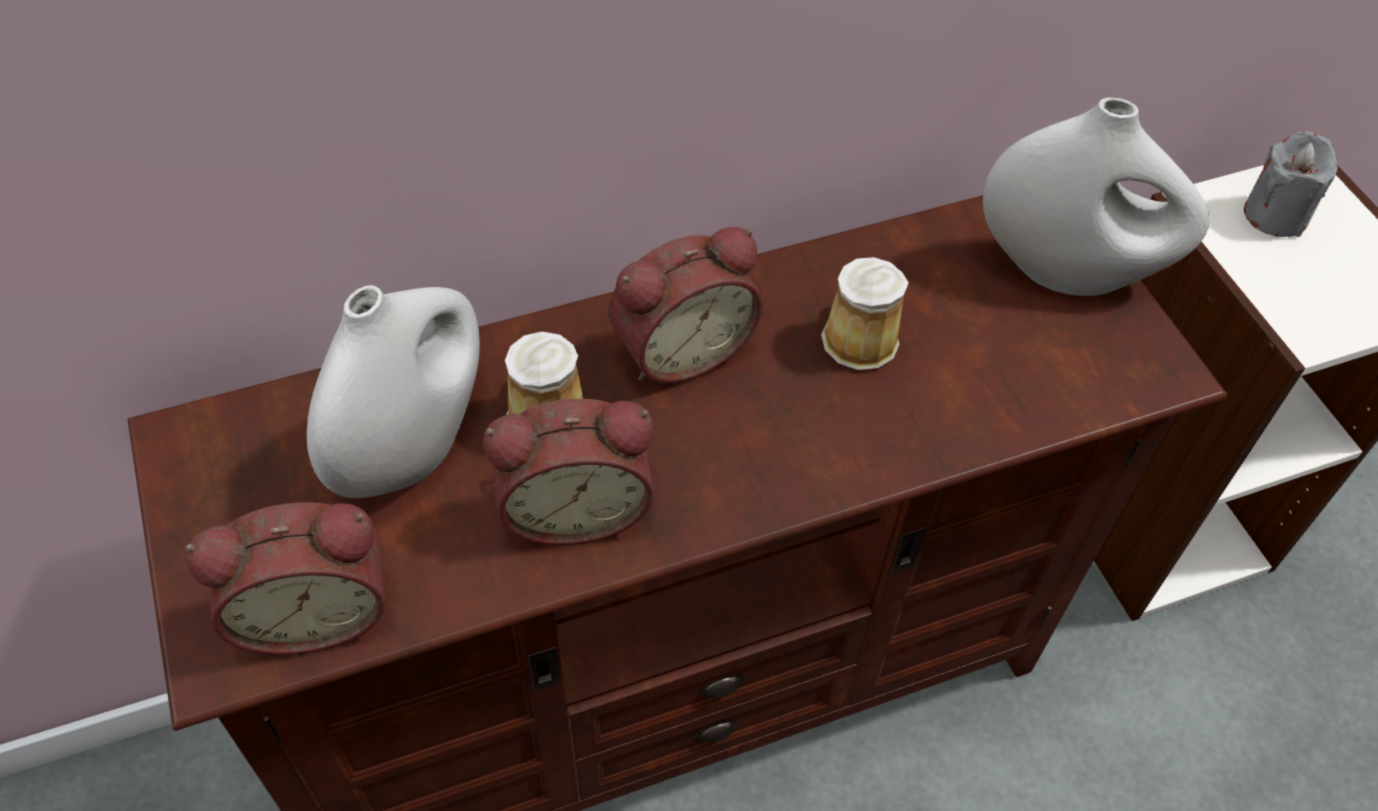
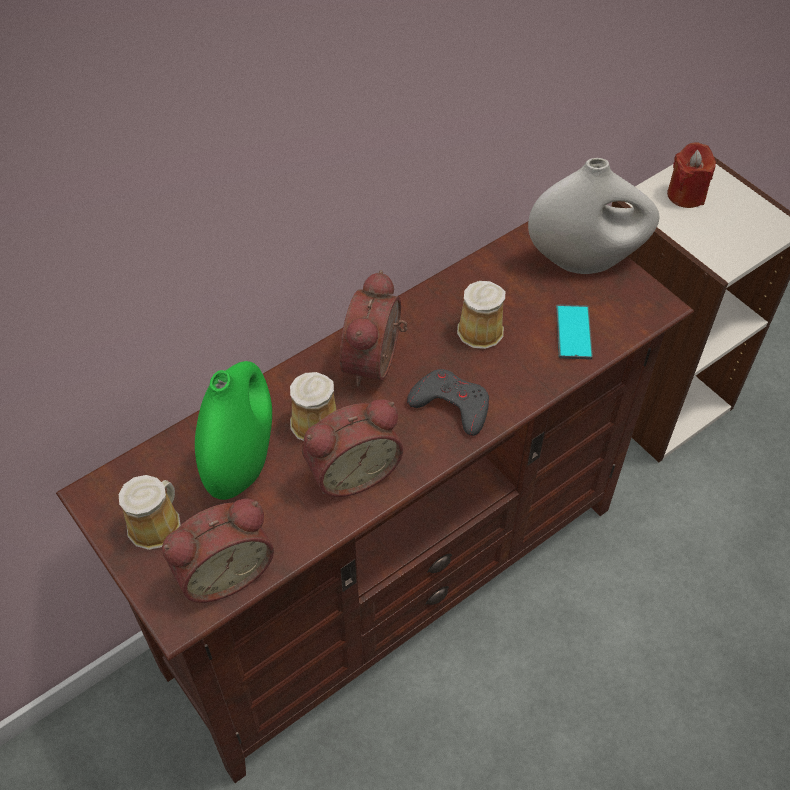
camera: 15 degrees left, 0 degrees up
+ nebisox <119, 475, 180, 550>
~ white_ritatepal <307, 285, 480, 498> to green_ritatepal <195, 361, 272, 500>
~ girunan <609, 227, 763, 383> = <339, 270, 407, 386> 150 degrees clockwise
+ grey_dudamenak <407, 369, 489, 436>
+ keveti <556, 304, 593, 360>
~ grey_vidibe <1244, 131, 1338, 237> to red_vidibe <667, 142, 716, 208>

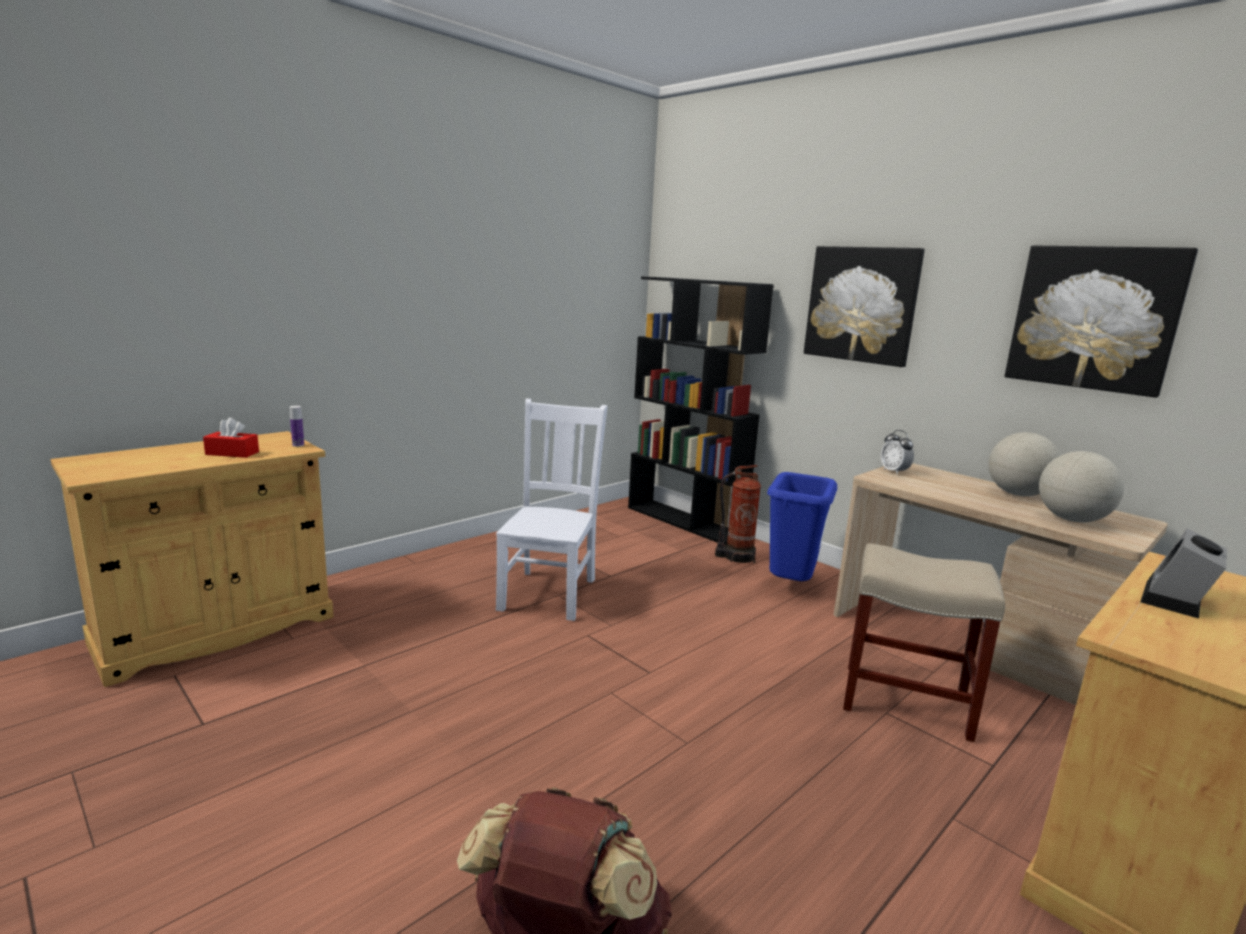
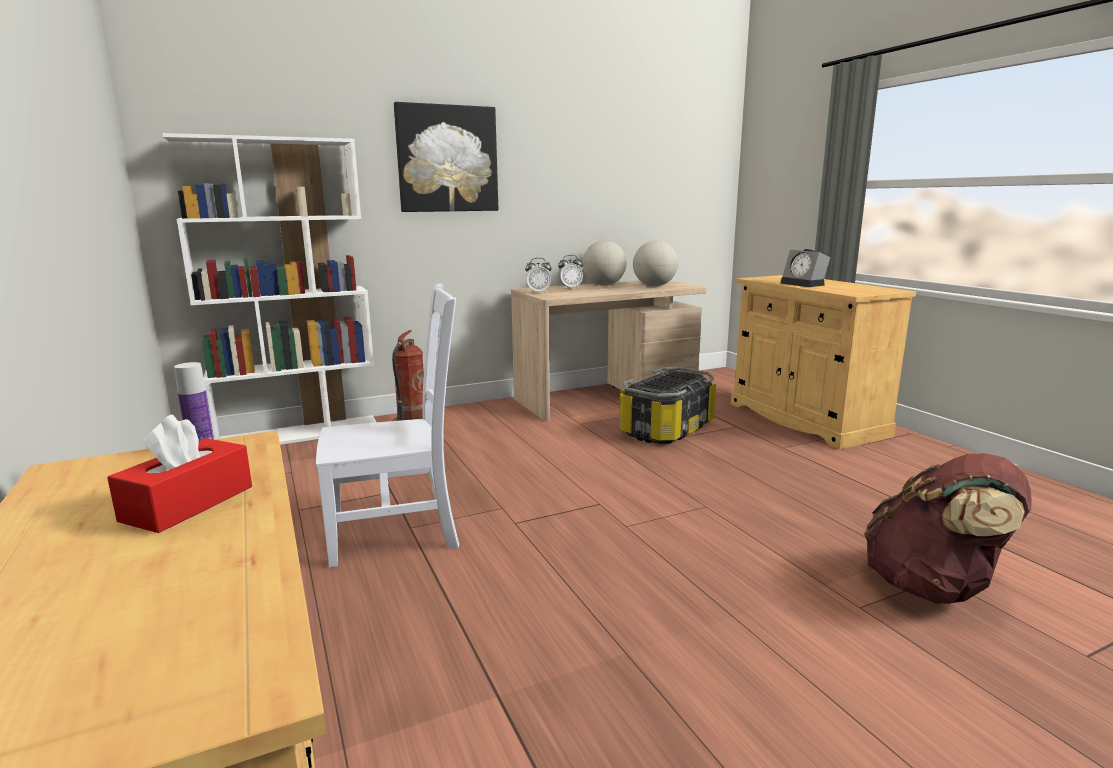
camera: 70 degrees left, 0 degrees up
~ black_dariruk <628, 277, 774, 545> to white_dariruk <162, 133, 376, 445>
~ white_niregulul <496, 399, 608, 621> = <316, 284, 459, 568> 135 degrees clockwise
+ girunan <558, 255, 583, 288>
~ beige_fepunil <843, 543, 1005, 742> to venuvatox <619, 367, 716, 444>
- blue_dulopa <767, 472, 837, 581>
- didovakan <1005, 246, 1198, 398>

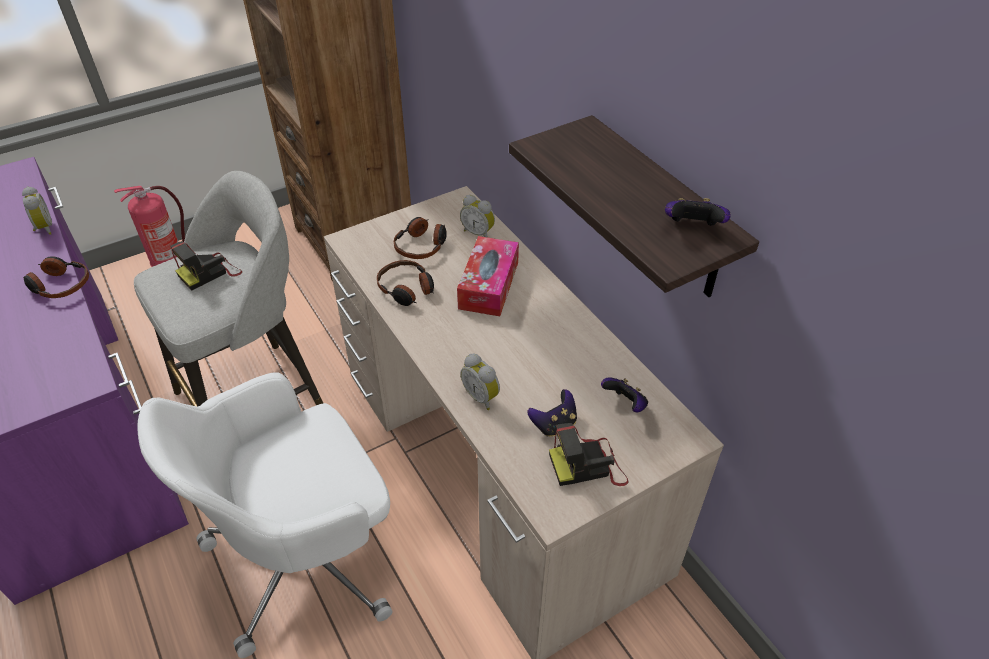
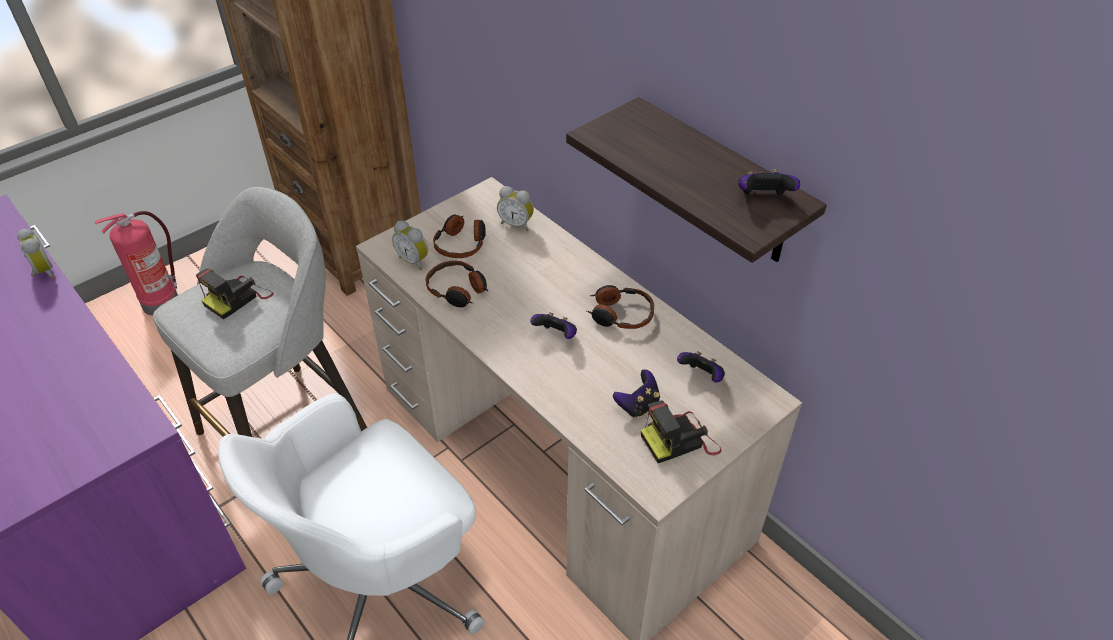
camera: 10 degrees left, 0 degrees up
~ girunan <461, 354, 500, 410> to <392, 221, 428, 270>
+ dudamenak <530, 312, 577, 339>
~ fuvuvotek <23, 256, 89, 298> to <587, 285, 654, 329>
- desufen <457, 236, 519, 316>

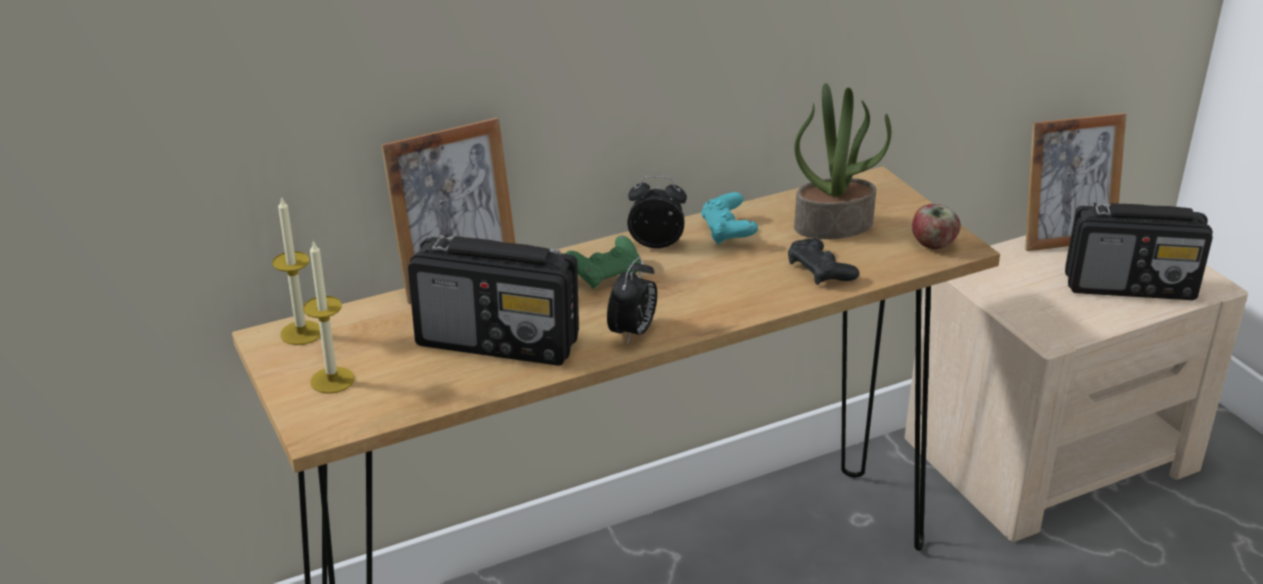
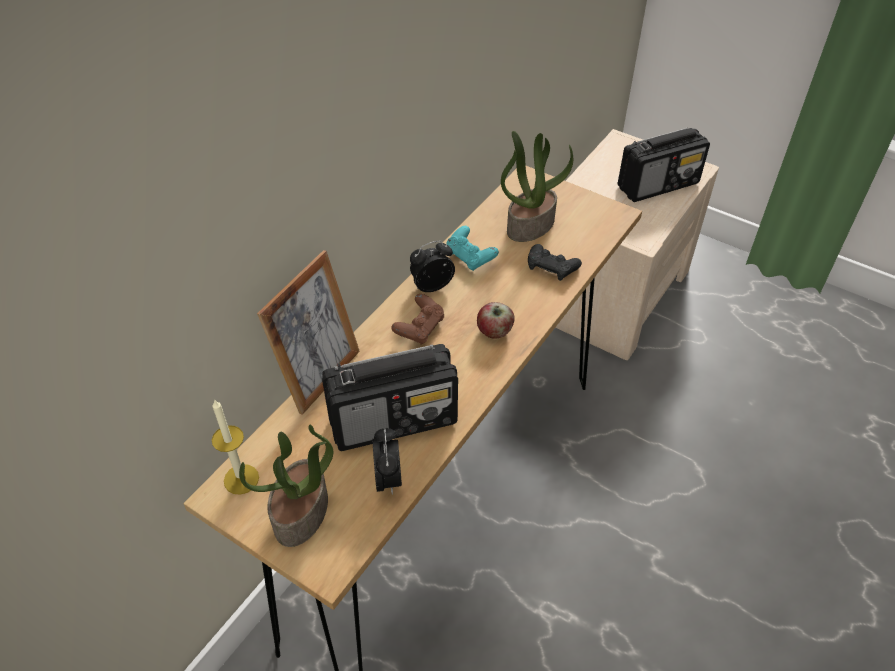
camera: 30 degrees left, 15 degrees up
~ vidibe <303, 240, 354, 394> to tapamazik <239, 425, 333, 547>
~ girunan <607, 257, 657, 345> to <373, 428, 402, 495>
~ green_dudamenak <565, 235, 640, 289> to brown_dudamenak <391, 294, 444, 344>
~ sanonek <912, 204, 961, 249> to <477, 302, 515, 339>
- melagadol <1025, 113, 1126, 251>

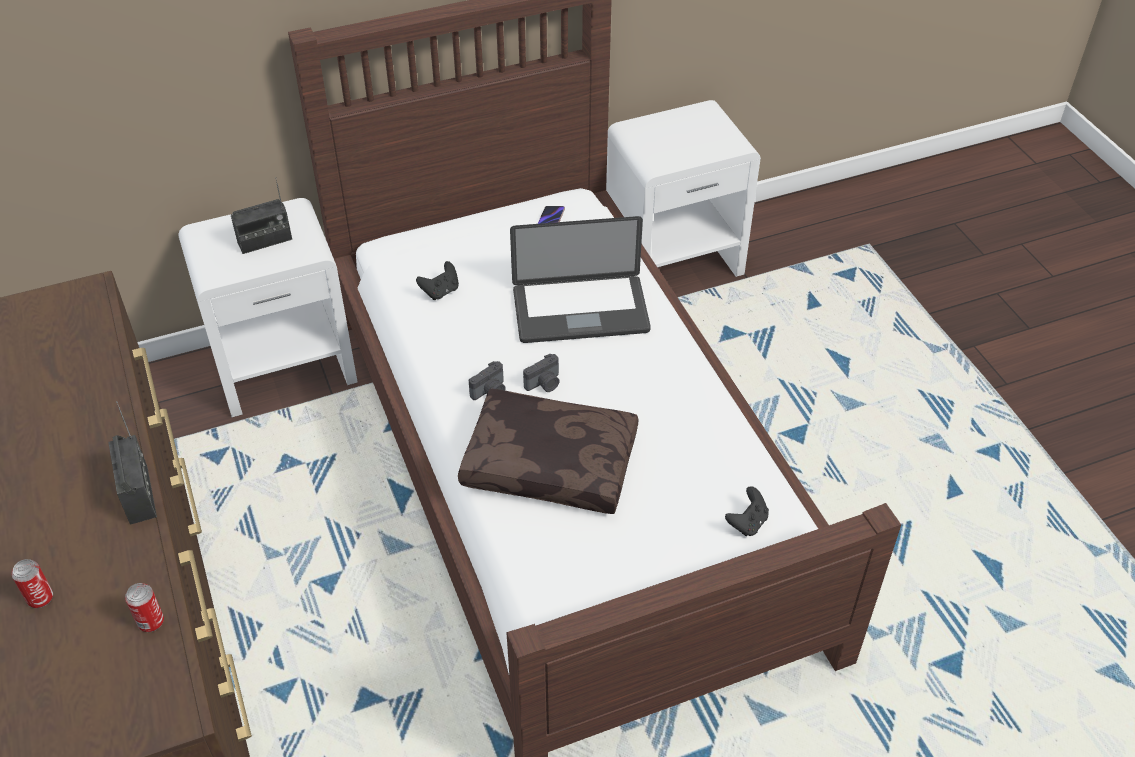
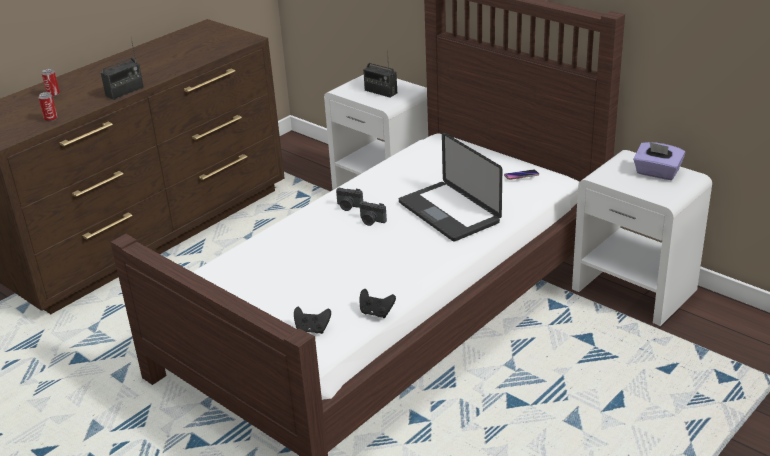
camera: 65 degrees right, 15 degrees down
~ black_dudamenak <416, 261, 459, 300> to <360, 289, 396, 318>
+ purple_desufen <633, 142, 685, 180>
- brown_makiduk <458, 389, 639, 514>

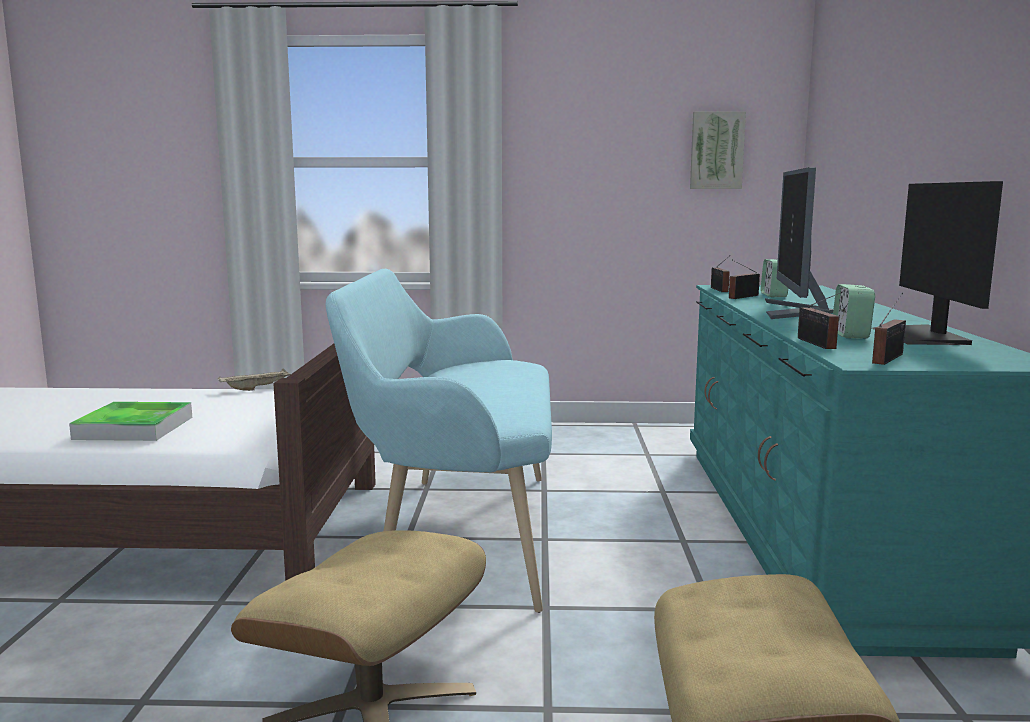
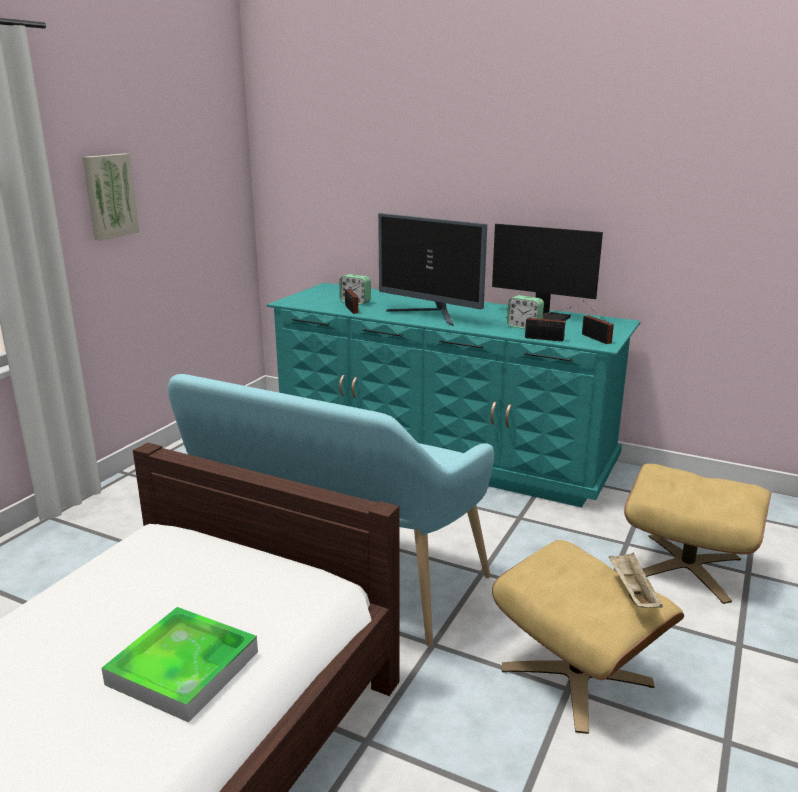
camera: 65 degrees left, 10 degrees up
~ didovakan <690, 111, 746, 189> to <82, 154, 139, 240>
~ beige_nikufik <218, 368, 291, 391> to <609, 552, 663, 608>
- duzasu <711, 258, 730, 292>

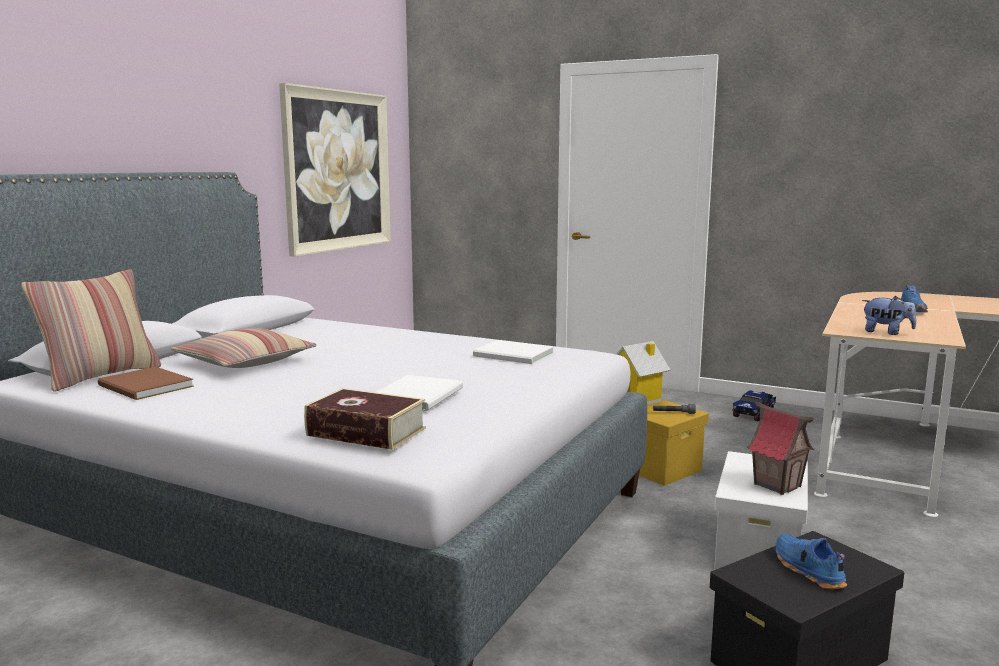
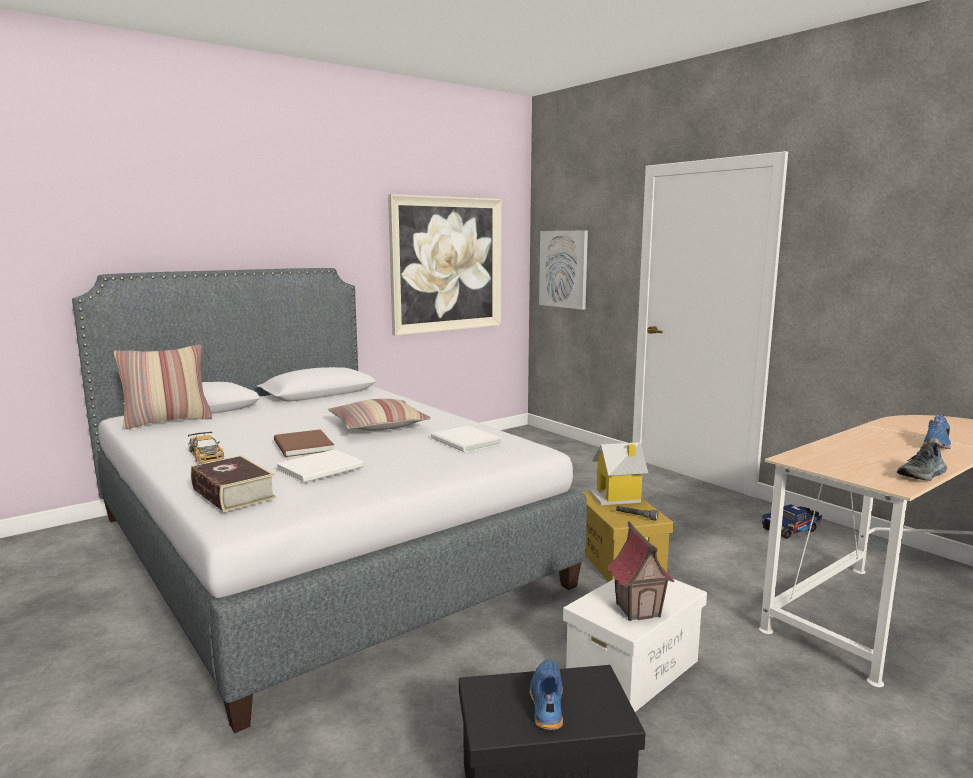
camera: 25 degrees right, 0 degrees up
+ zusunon <188, 431, 224, 462>
~ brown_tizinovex <98, 367, 194, 400> to <274, 429, 334, 457>
~ makiduk <171, 328, 317, 368> to <328, 399, 431, 431>
+ didovakan <539, 231, 588, 310>
+ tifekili <897, 443, 947, 481>
- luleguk <862, 296, 916, 335>

